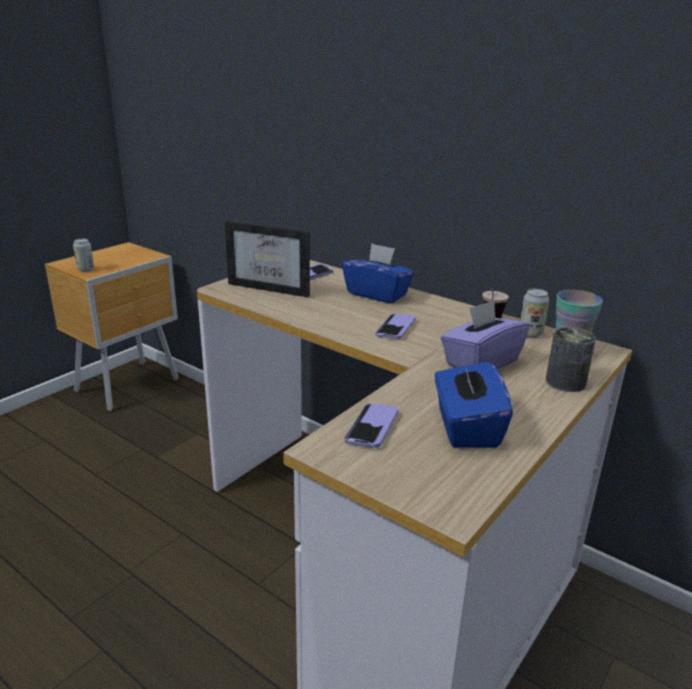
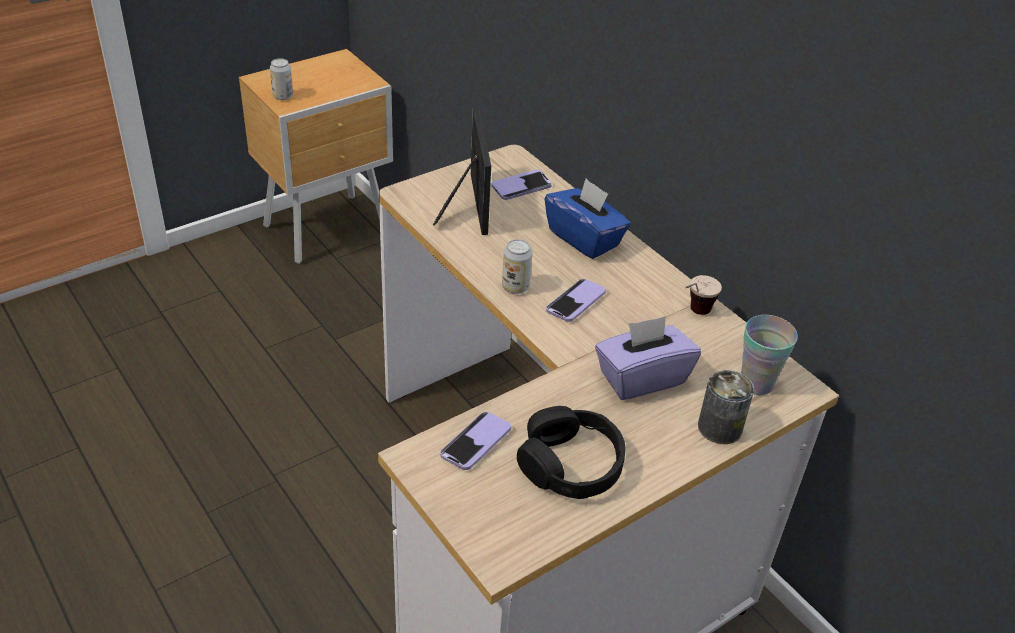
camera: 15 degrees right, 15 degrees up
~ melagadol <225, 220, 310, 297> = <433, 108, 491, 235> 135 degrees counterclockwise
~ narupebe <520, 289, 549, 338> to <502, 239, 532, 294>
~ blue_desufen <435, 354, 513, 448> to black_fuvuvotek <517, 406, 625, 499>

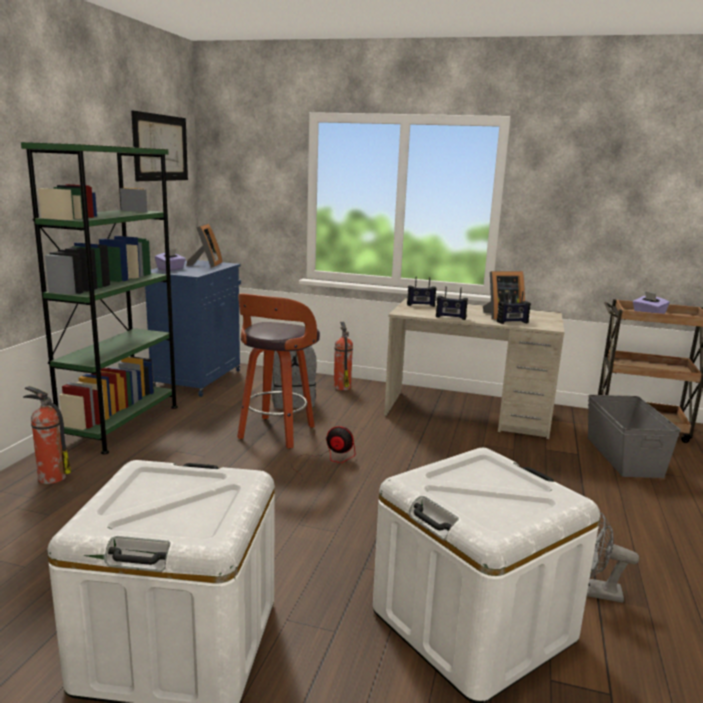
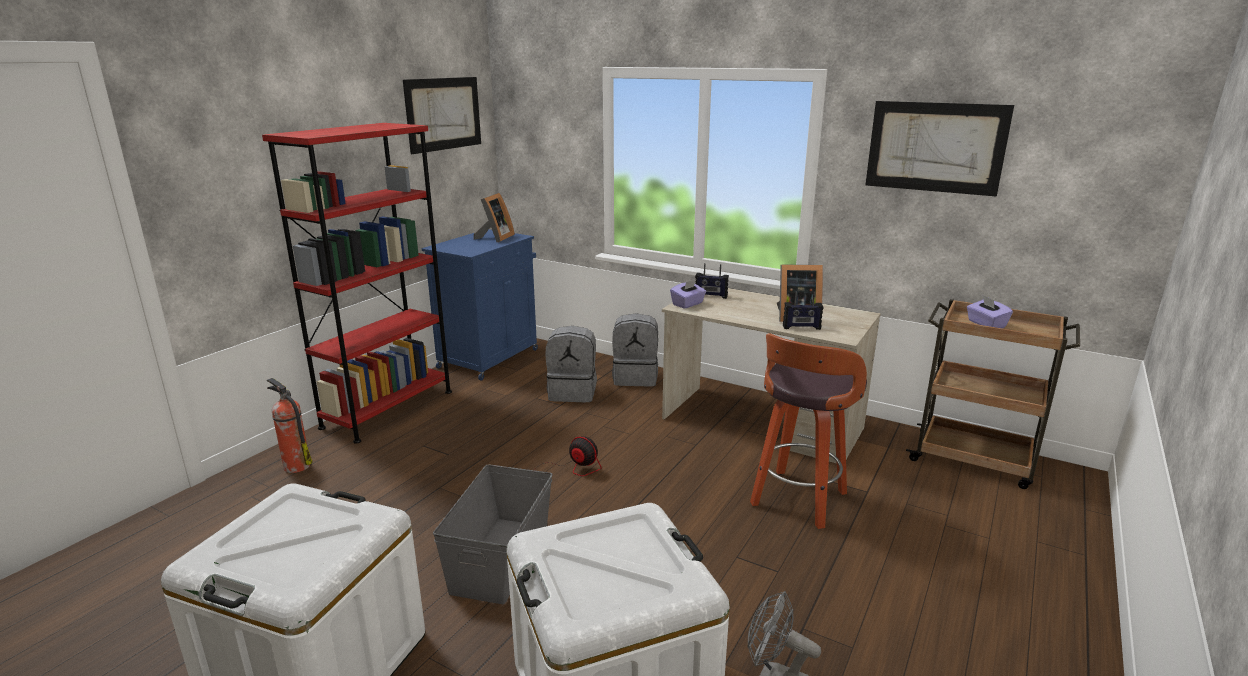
camera: 15 degrees right, 5 degrees up
~ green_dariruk <21, 142, 178, 454> to red_dariruk <262, 123, 452, 444>
~ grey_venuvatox <588, 395, 681, 478> to <433, 464, 553, 604>
~ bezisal <334, 322, 353, 391> to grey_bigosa <612, 313, 658, 386>
~ purple_desufen <155, 249, 186, 271> to <670, 279, 706, 309>
~ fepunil <237, 293, 320, 449> to <750, 333, 867, 529>
+ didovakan <865, 101, 1014, 197>
- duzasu <436, 286, 468, 320>

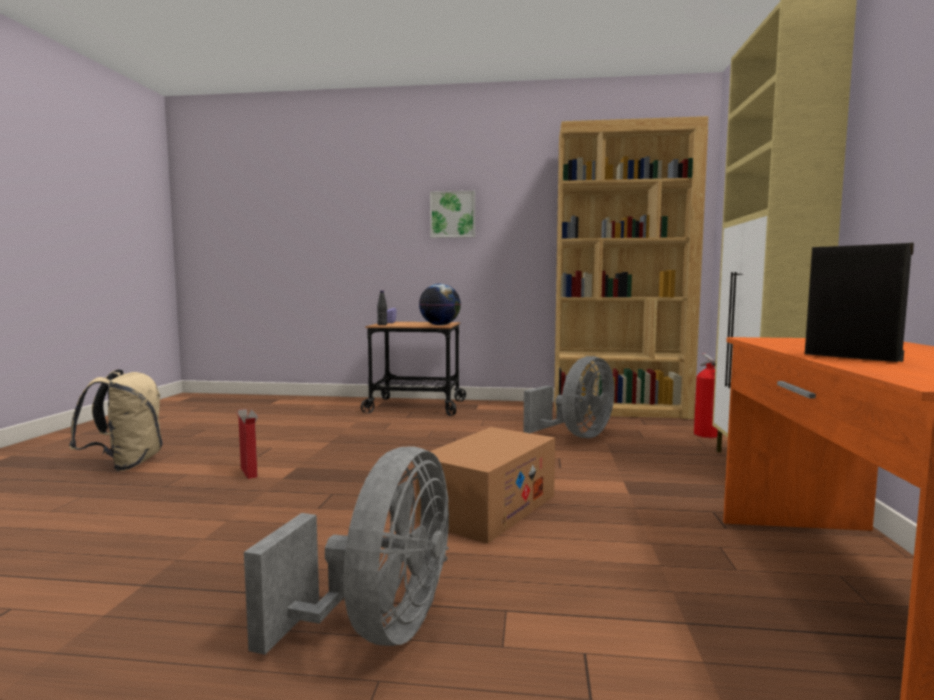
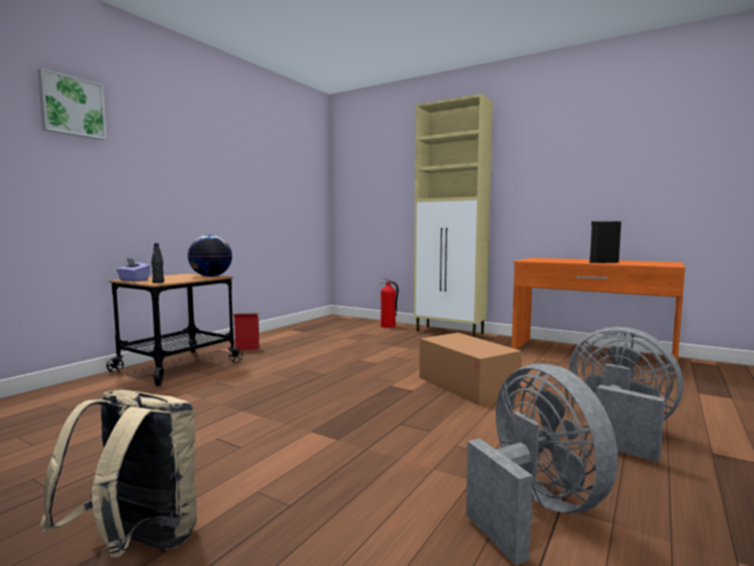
camera: 65 degrees left, 0 degrees up
~ didovakan <430, 191, 475, 238> to <38, 68, 107, 140>
~ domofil <235, 409, 259, 479> to <232, 312, 261, 350>
~ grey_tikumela <523, 356, 615, 438> to <466, 364, 618, 565>
- brown_dariruk <554, 116, 708, 419>

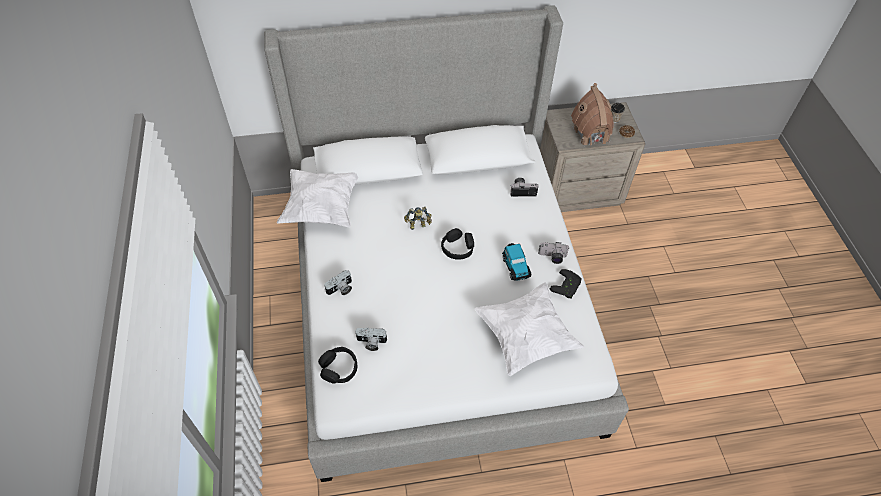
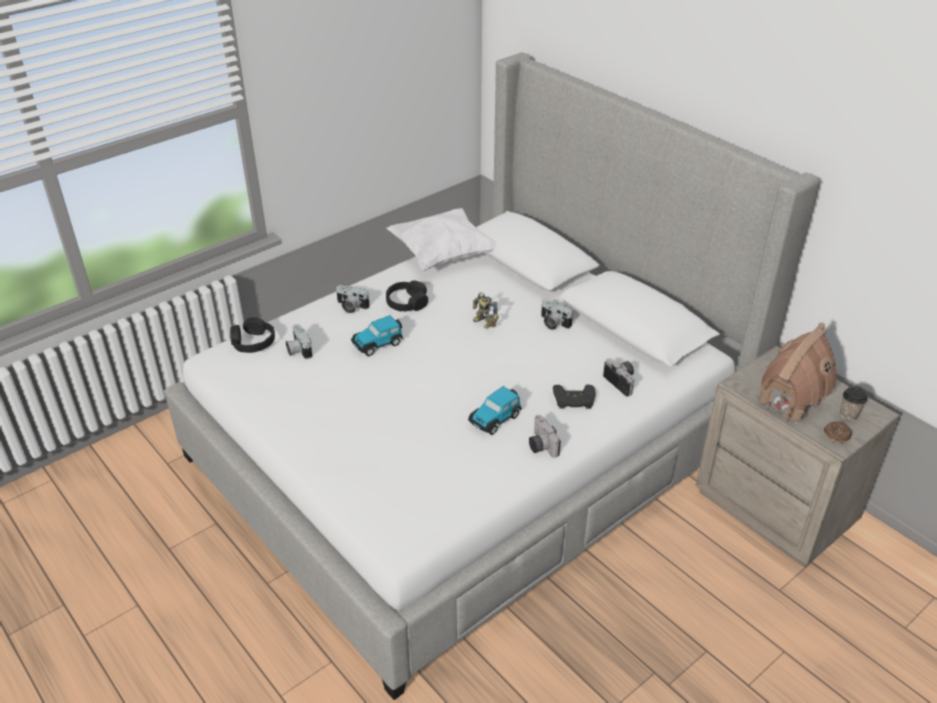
camera: 60 degrees right, 15 degrees down
+ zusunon <351, 315, 403, 356>
~ black_fuvuvotek <441, 228, 474, 260> to <386, 280, 428, 312>
+ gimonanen <541, 299, 573, 330>
~ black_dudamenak <550, 269, 582, 299> to <553, 385, 595, 408>
- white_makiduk <475, 282, 584, 376>

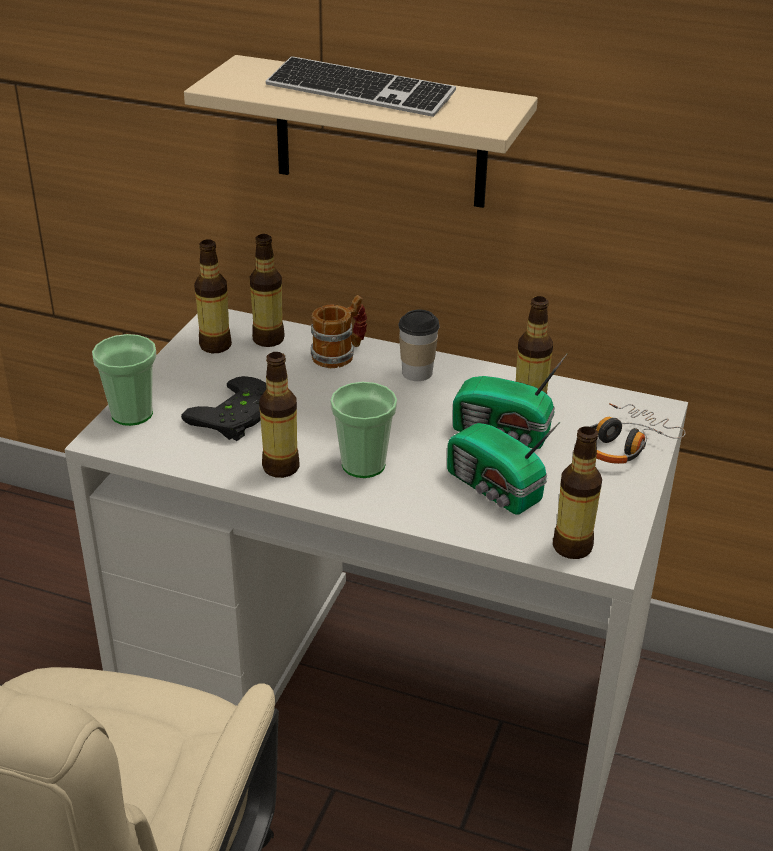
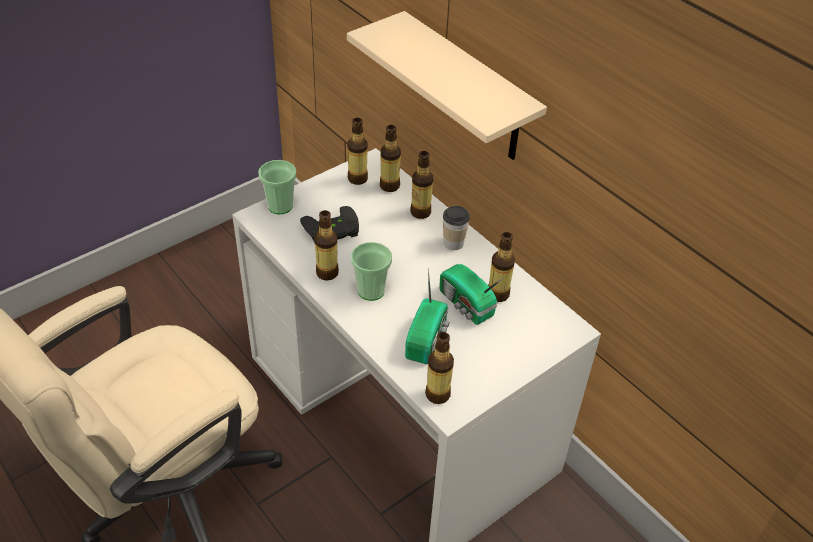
camera: 30 degrees right, 10 degrees up
~ duzasu <447, 422, 560, 514> = <405, 268, 449, 364> 150 degrees counterclockwise
~ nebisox <311, 295, 367, 368> to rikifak <410, 151, 433, 219>
- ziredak <266, 56, 456, 117>
- fuvuvotek <590, 403, 686, 464>

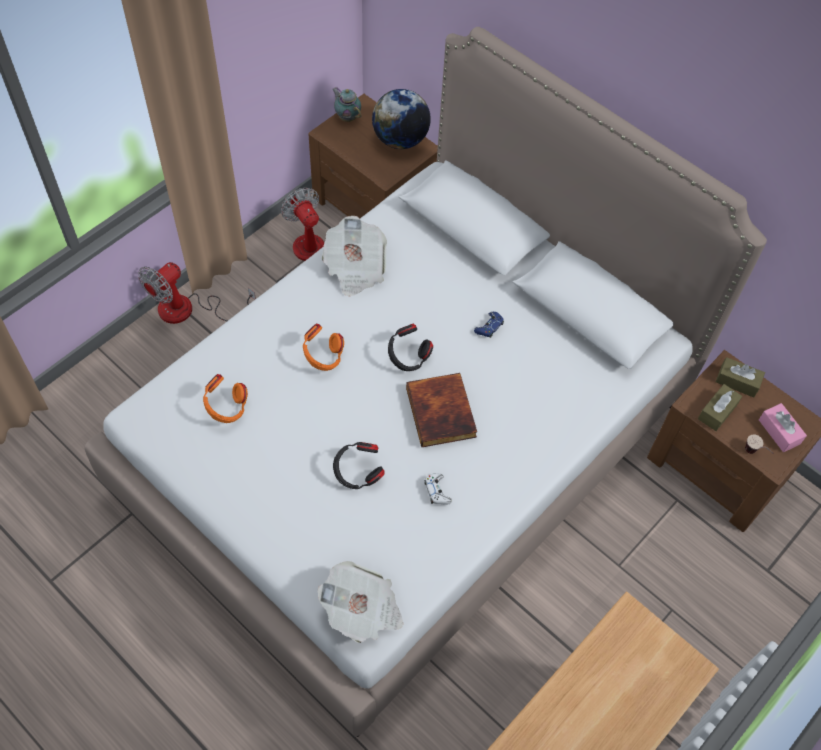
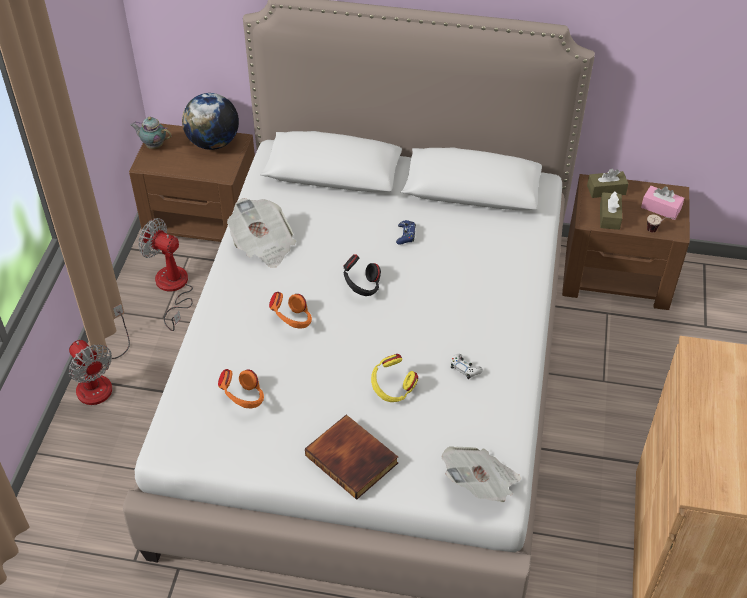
camera: 30 degrees left, 10 degrees down
~ tikumela <138, 262, 256, 324> = <69, 304, 130, 405> 45 degrees counterclockwise
~ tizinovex <406, 373, 477, 447> to <305, 415, 398, 500>
~ black_fuvuvotek <333, 442, 384, 489> to yellow_fuvuvotek <371, 354, 418, 402>

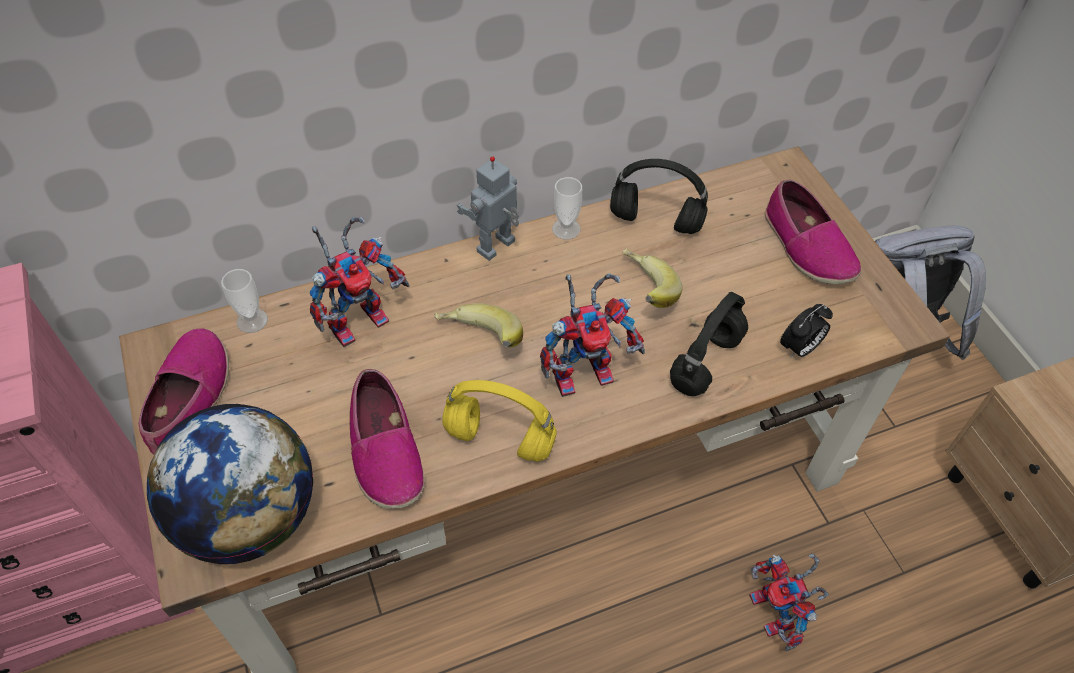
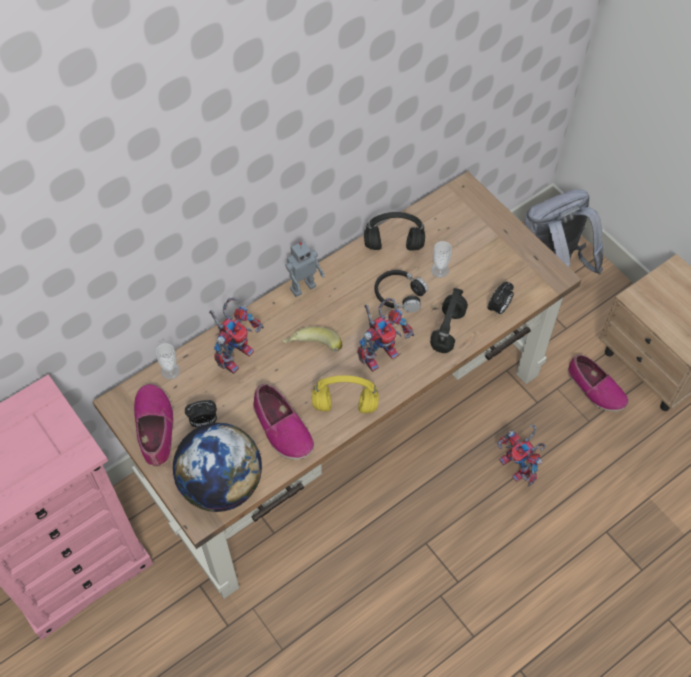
camera: 15 degrees left, 5 degrees up
+ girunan <185, 400, 217, 427>
~ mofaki <457, 156, 519, 261> = <285, 241, 325, 297> 150 degrees counterclockwise
~ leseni <623, 248, 683, 308> to black_fuvuvotek <375, 270, 428, 312>
~ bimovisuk <552, 177, 582, 240> to <431, 241, 452, 278>
~ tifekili <764, 180, 861, 284> to <568, 354, 628, 412>

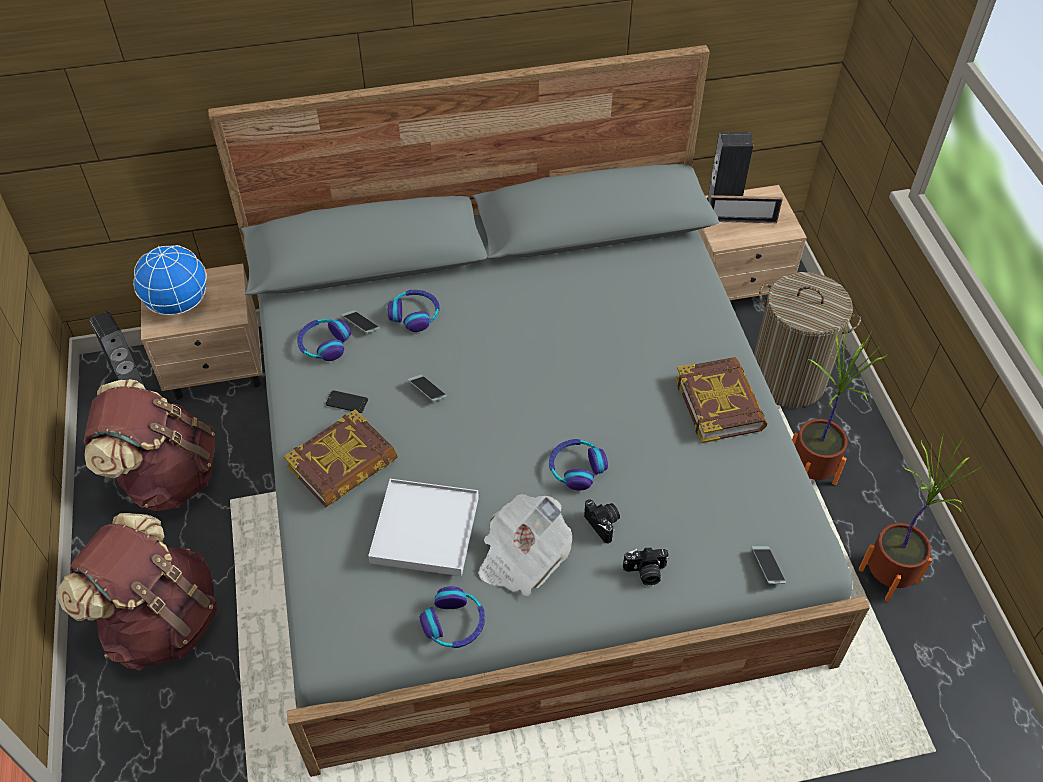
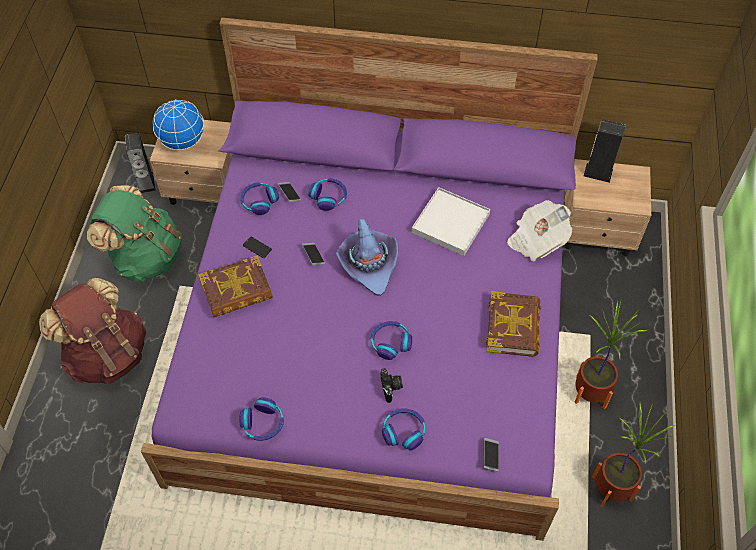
camera: 20 degrees right, 5 degrees up
~ brown_bigosa <84, 379, 215, 511> to green_bigosa <87, 185, 182, 282>
~ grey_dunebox <208, 45, 870, 777> to purple_dunebox <141, 18, 598, 541>
+ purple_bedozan <336, 218, 398, 296>
~ gimonanen <623, 547, 669, 585> to fuvuvotek <382, 408, 426, 451>
~ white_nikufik <368, 479, 479, 576> to <412, 187, 490, 256>
~ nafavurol <478, 494, 572, 596> to <507, 200, 572, 262>
- melagadol <710, 195, 783, 223>
- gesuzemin <754, 272, 861, 408>

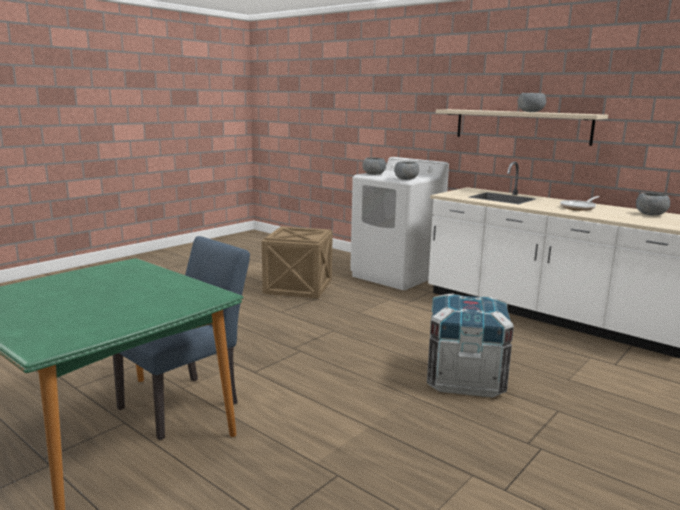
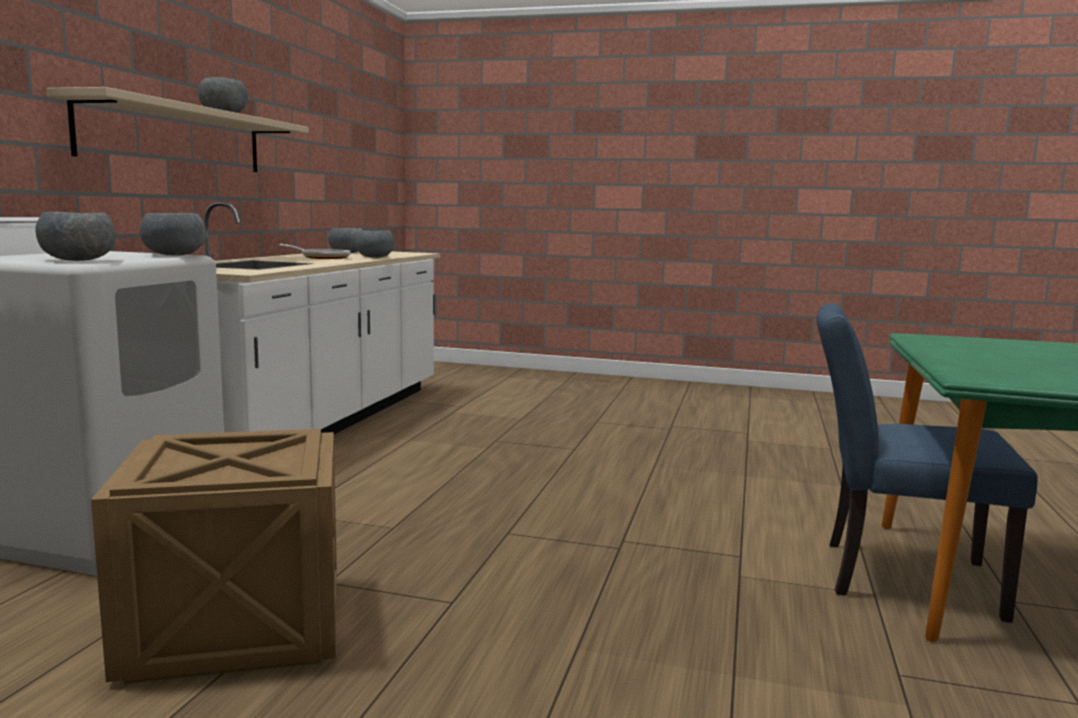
camera: 115 degrees left, 5 degrees down
+ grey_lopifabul <355, 230, 395, 258>
- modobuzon <427, 293, 514, 397>

